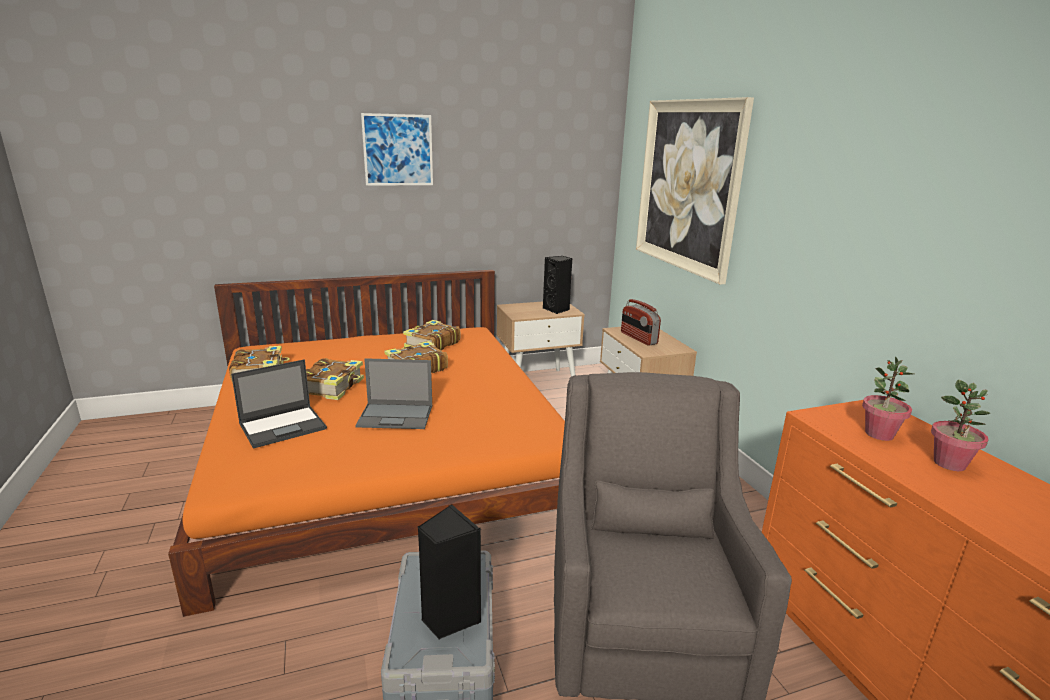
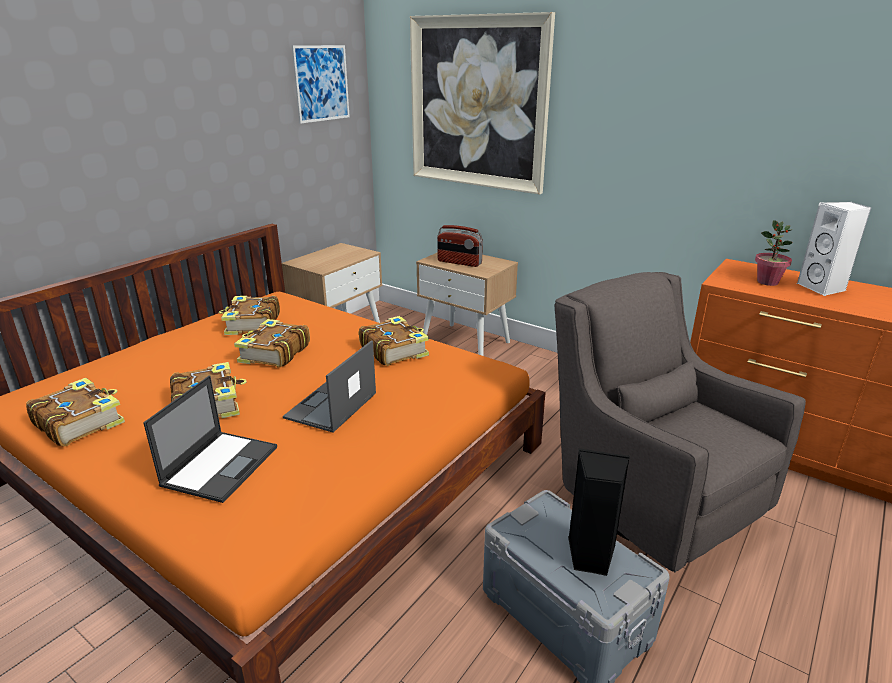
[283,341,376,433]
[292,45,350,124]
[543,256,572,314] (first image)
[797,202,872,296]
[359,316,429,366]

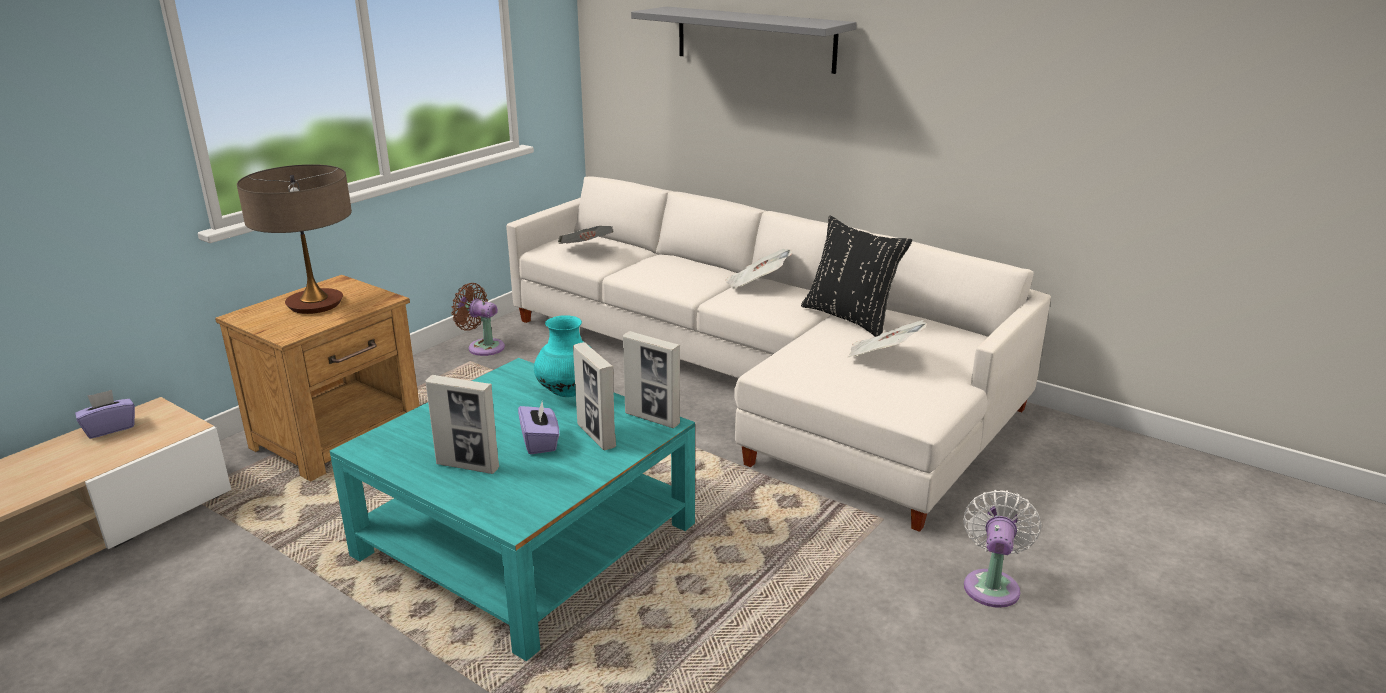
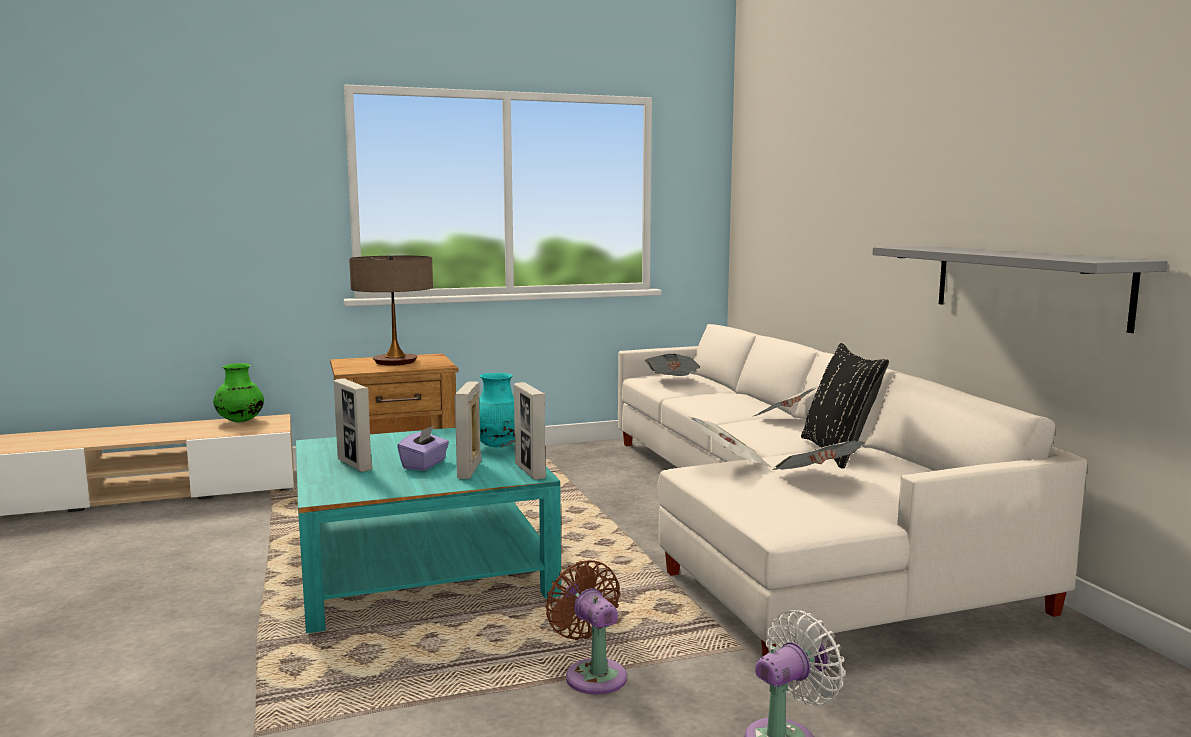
[213,363,264,423]
[545,560,627,695]
[872,246,1167,333]
[688,416,774,468]

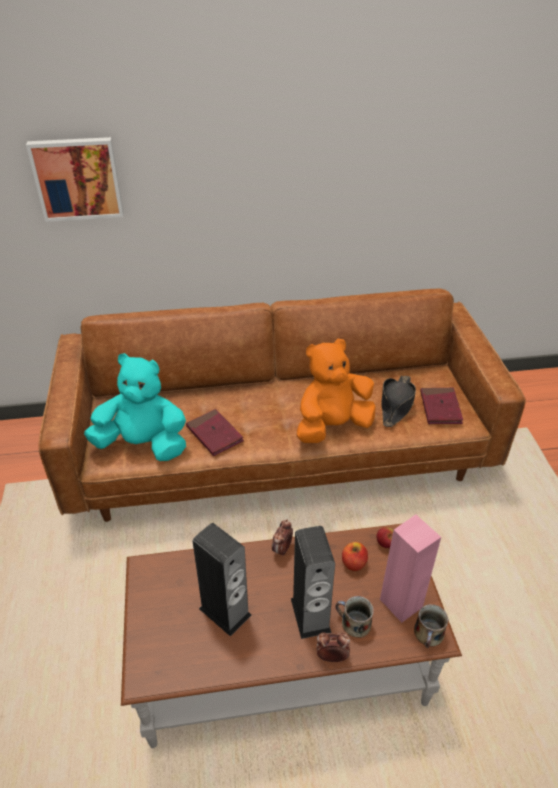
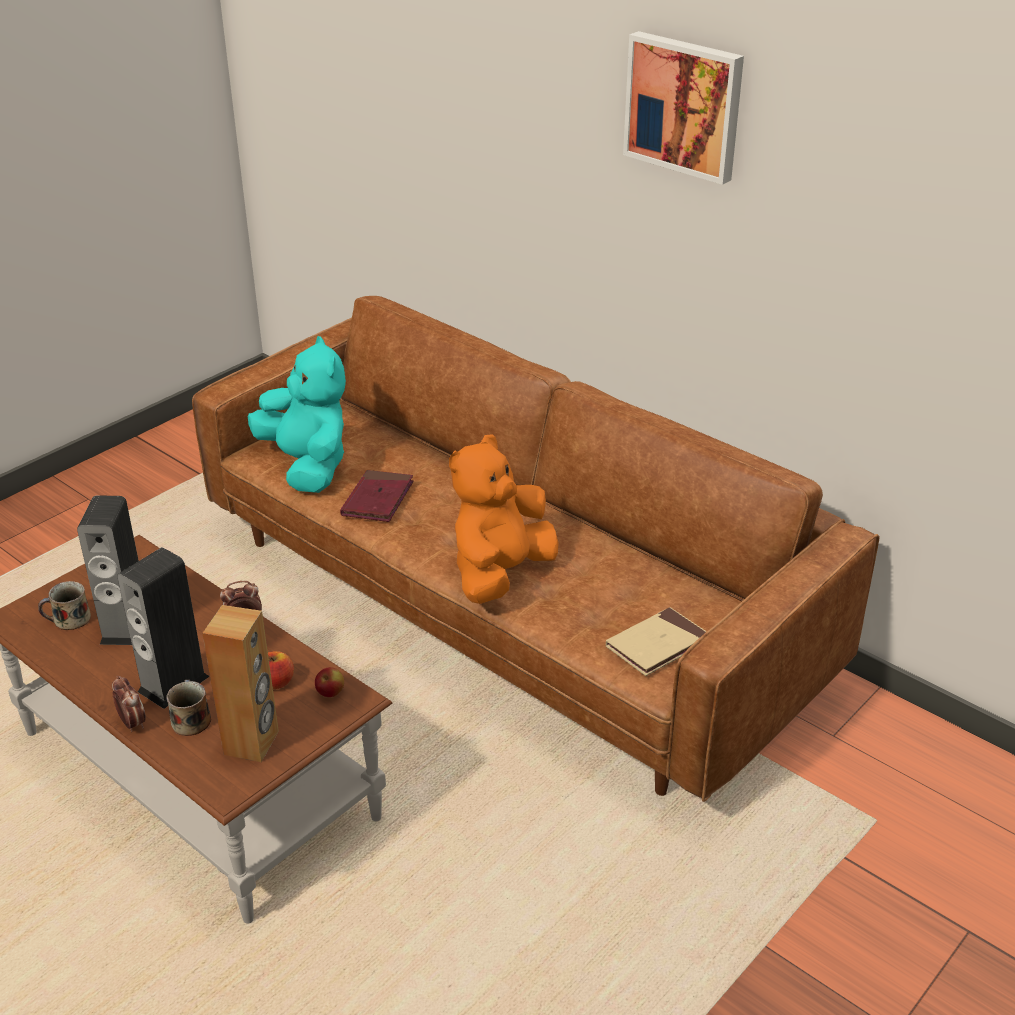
[623,31,744,185]
[449,434,559,604]
[202,605,279,762]
[381,376,416,427] (first image)
[38,581,91,630]
[606,607,707,676]

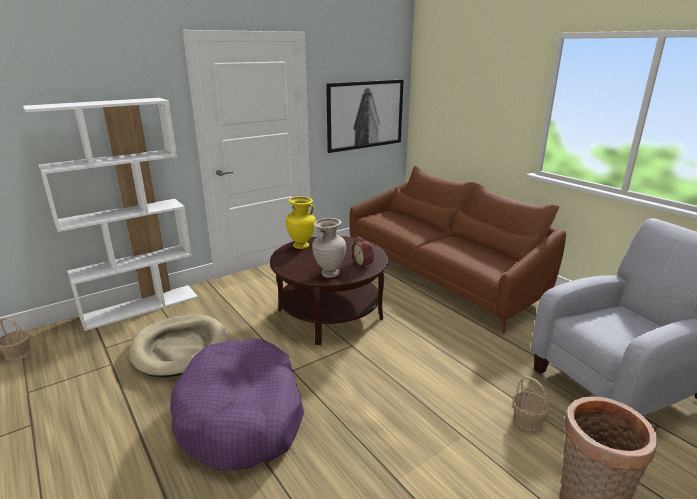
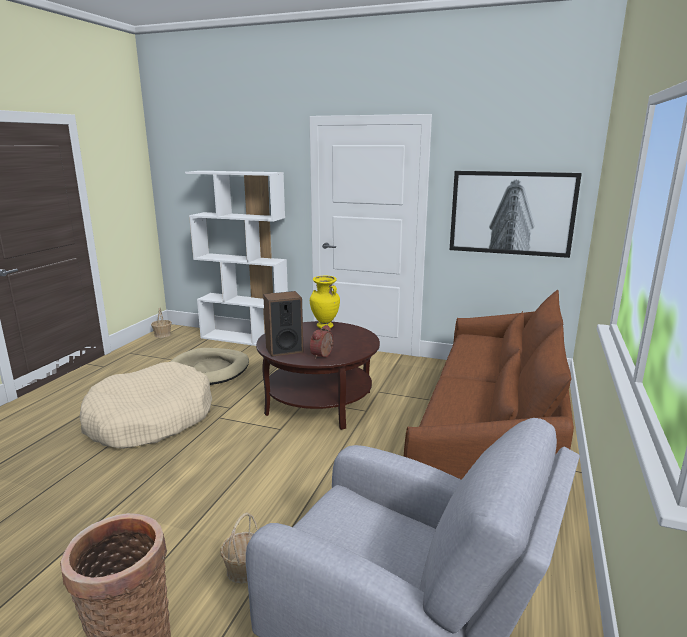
[80,362,212,449]
[263,291,304,357]

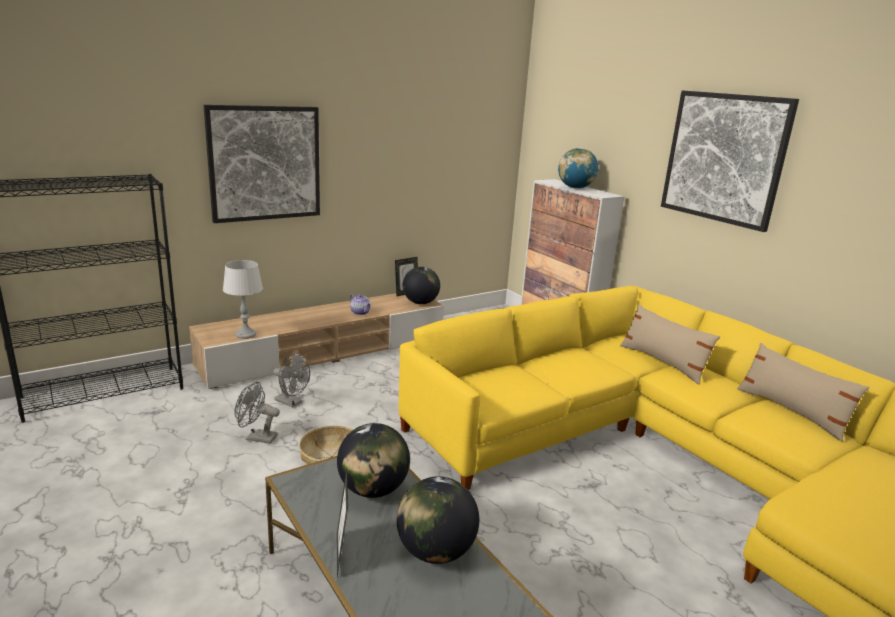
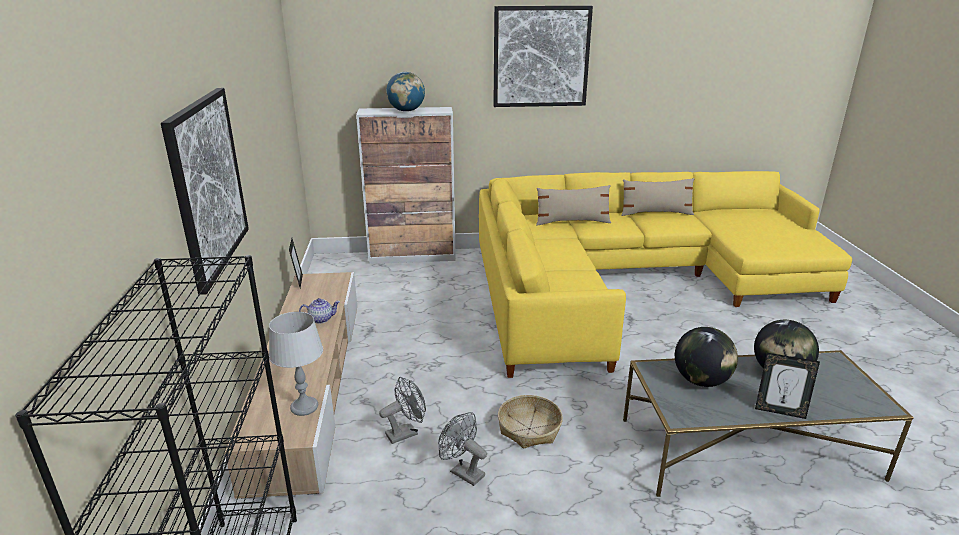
[438,412,487,486]
[403,267,440,304] (first image)

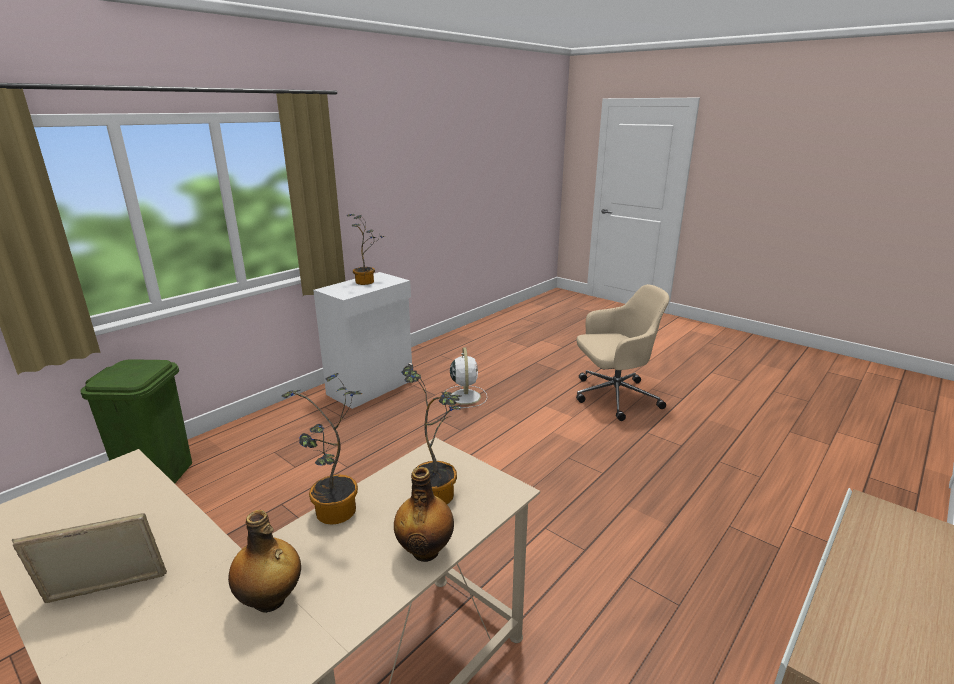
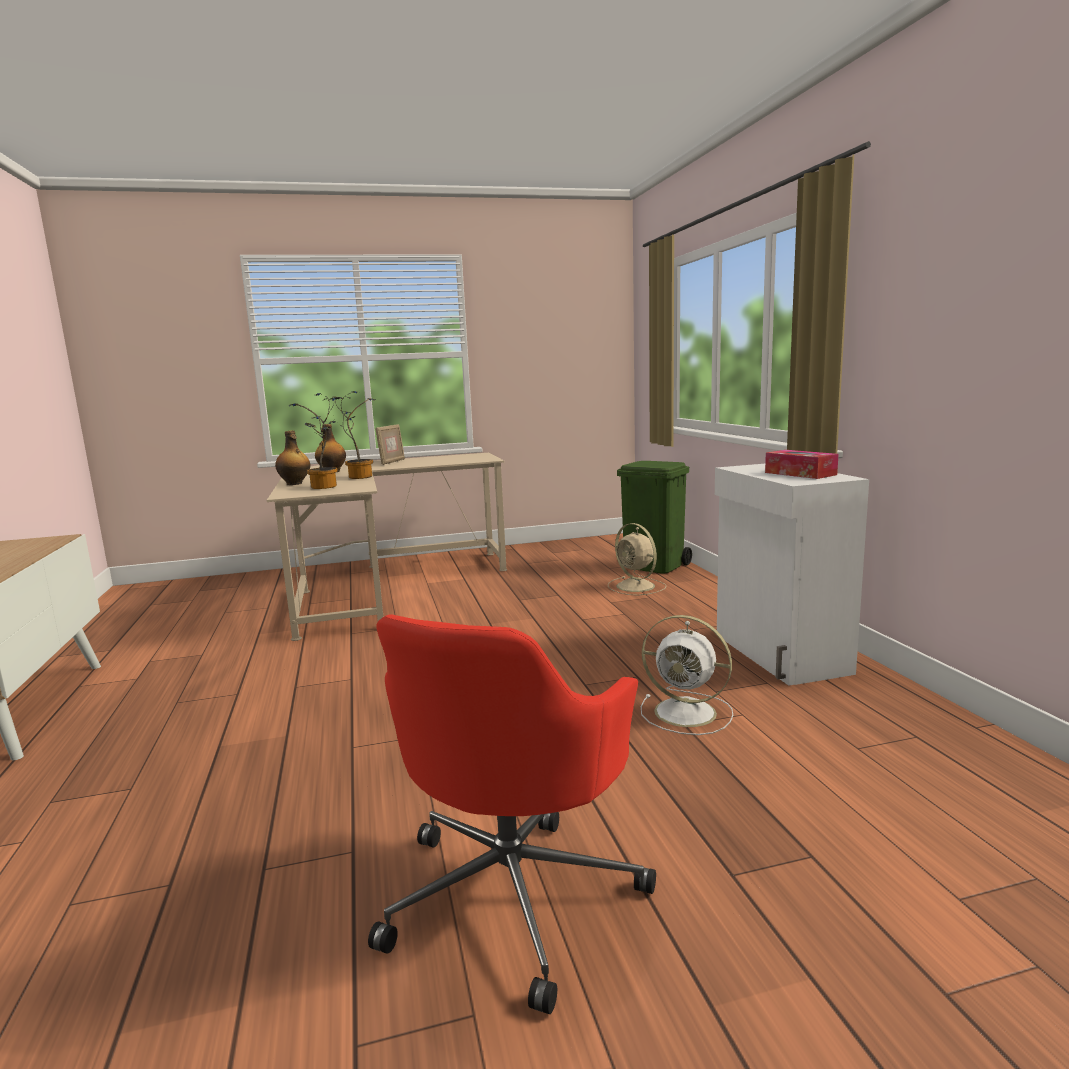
[765,450,839,479]
[368,614,656,1014]
[608,523,667,595]

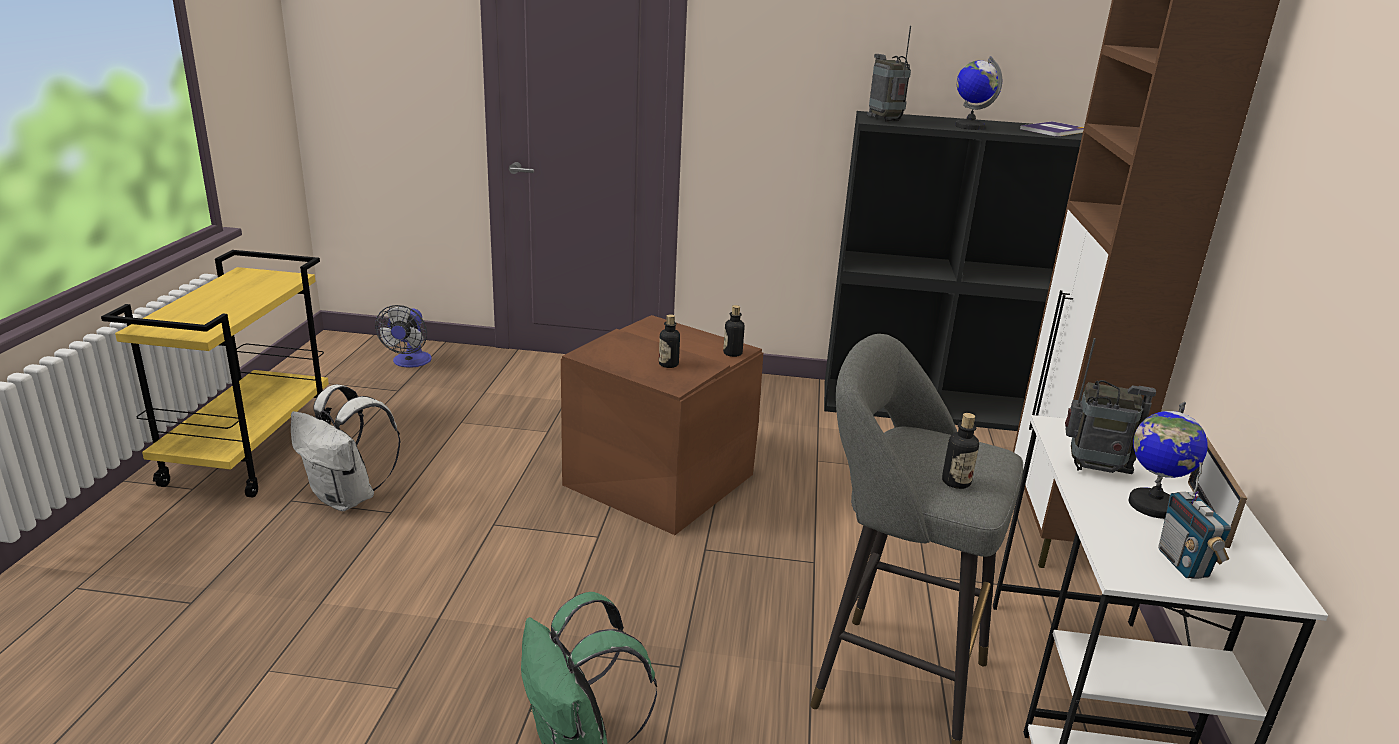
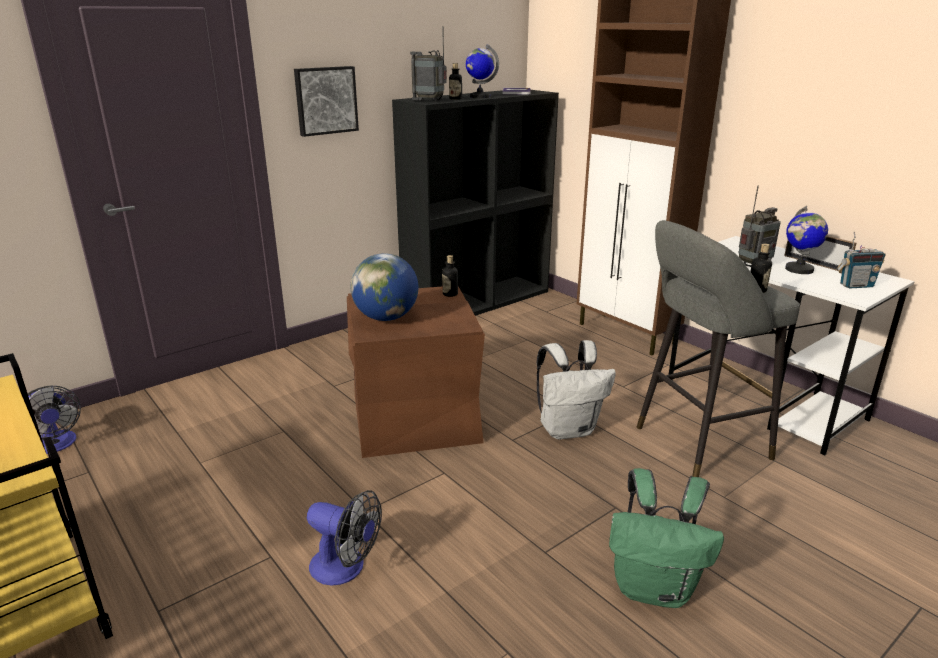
[537,340,616,440]
[449,63,462,100]
[837,231,886,289]
[294,66,359,137]
[307,490,382,585]
[351,253,418,321]

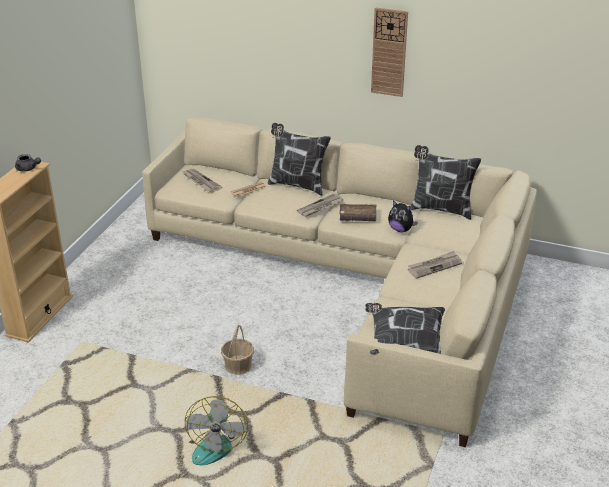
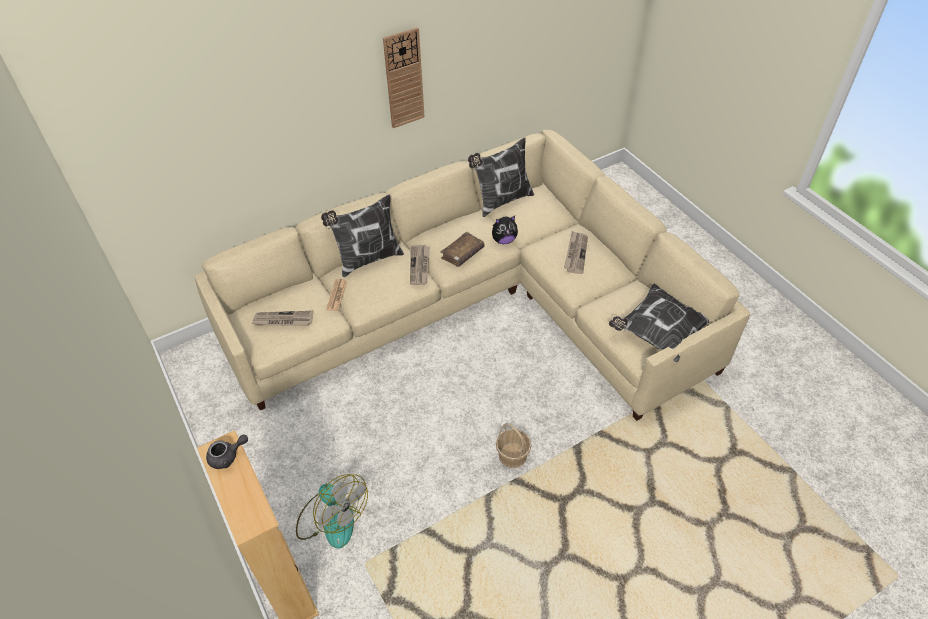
[296,474,368,549]

